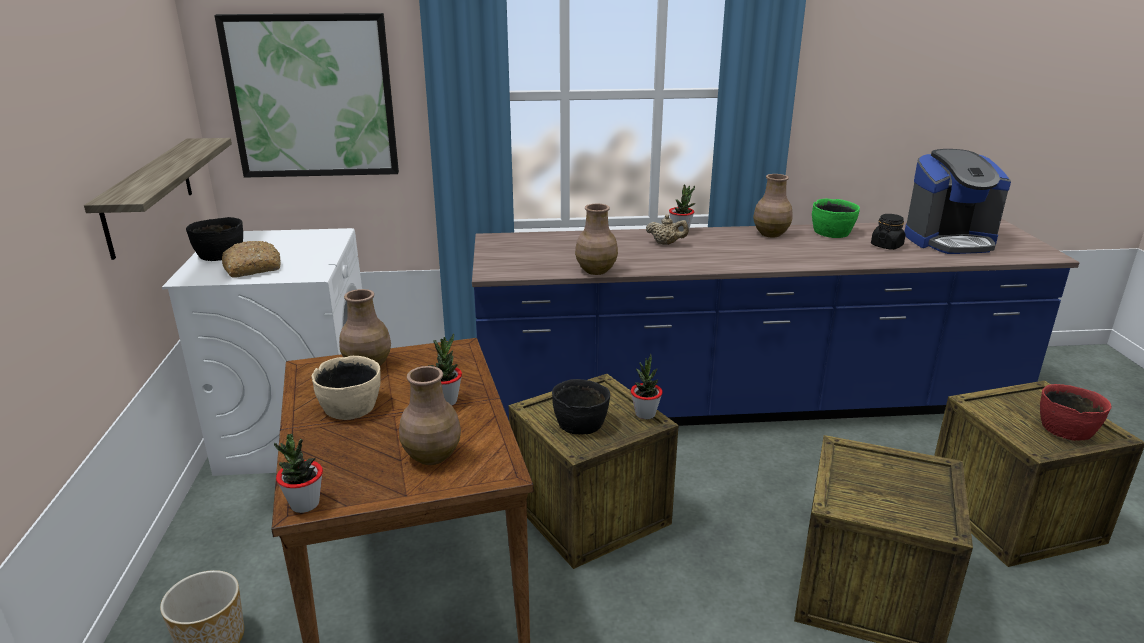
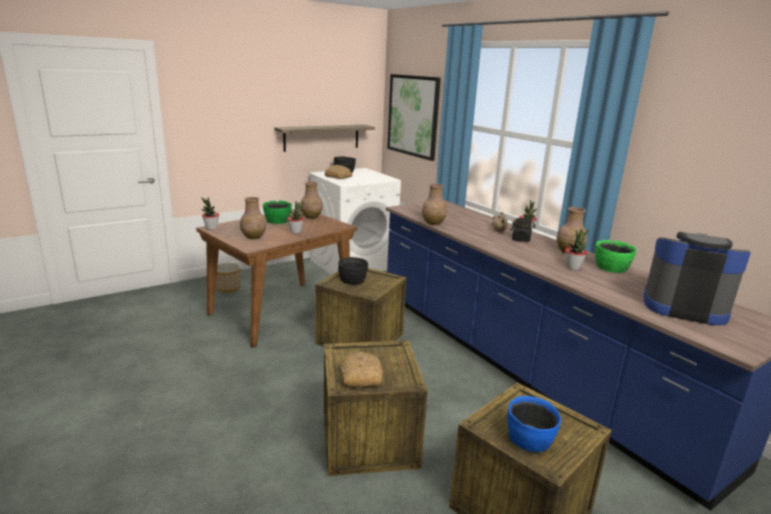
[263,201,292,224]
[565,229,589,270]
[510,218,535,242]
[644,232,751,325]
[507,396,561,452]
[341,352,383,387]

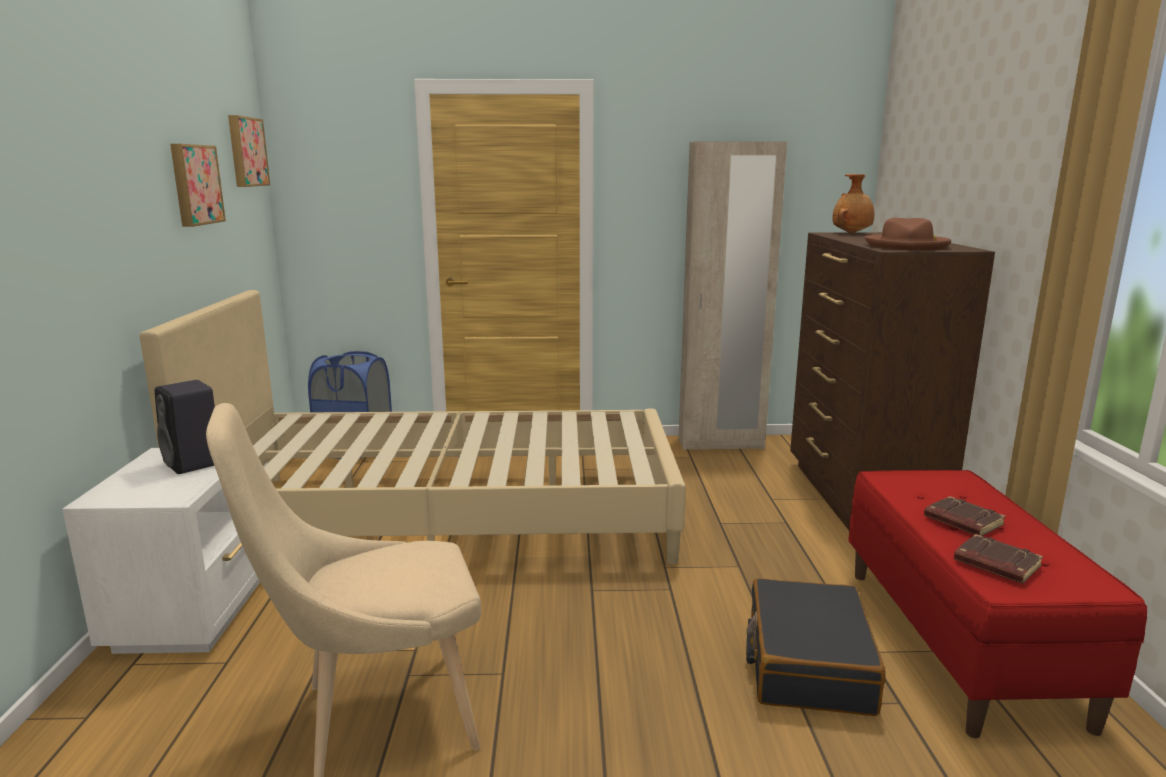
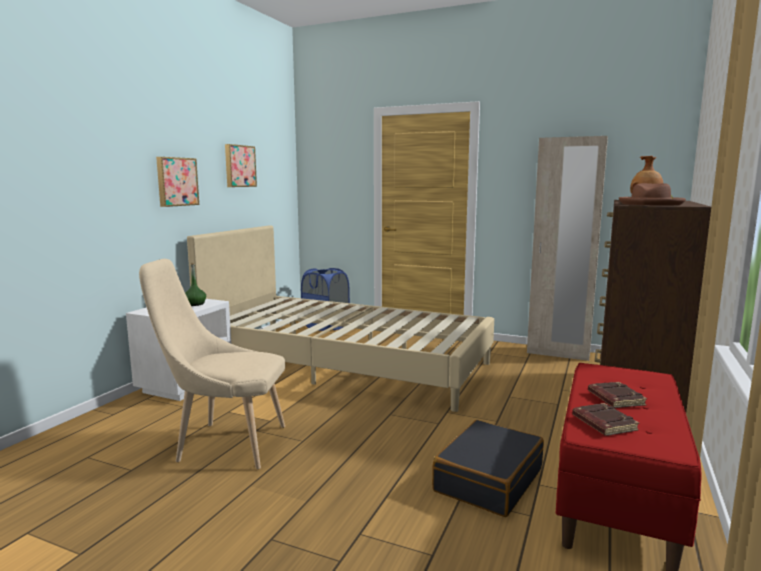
[185,263,206,306]
[156,157,199,207]

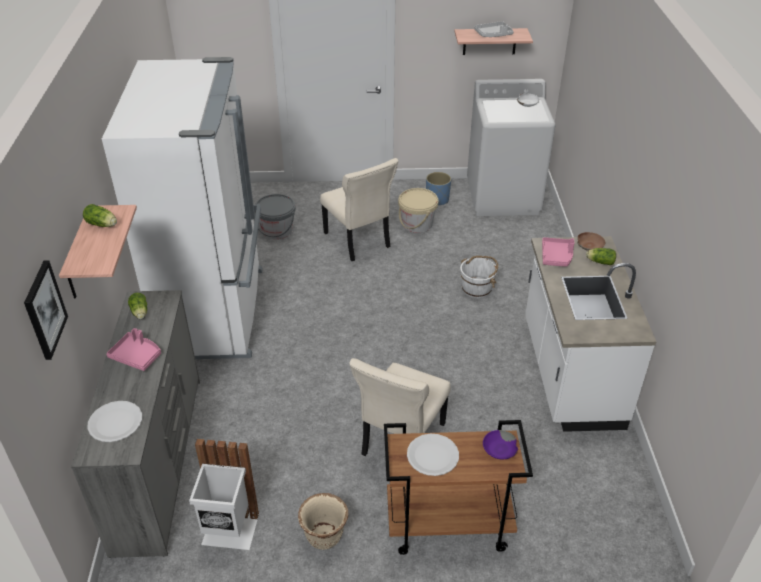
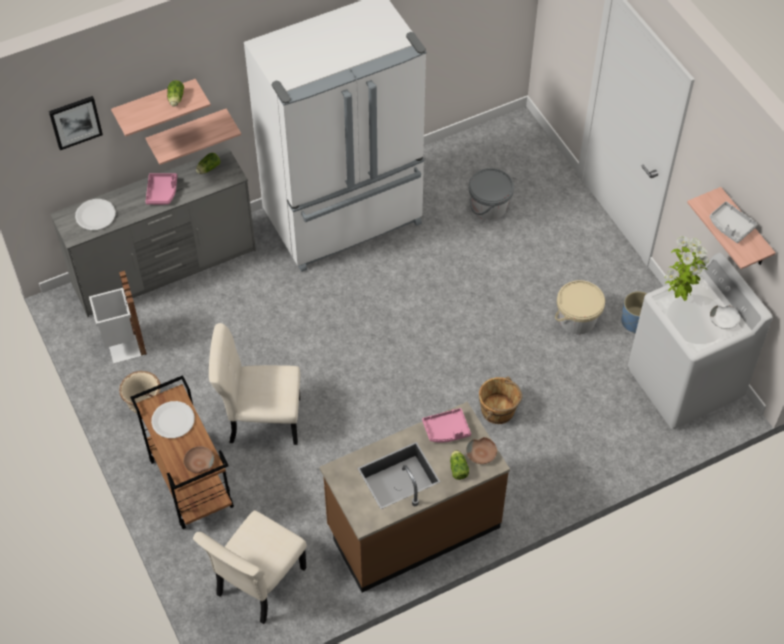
[193,510,307,624]
[479,376,522,424]
[184,446,214,473]
[319,402,510,592]
[145,109,241,165]
[665,236,709,301]

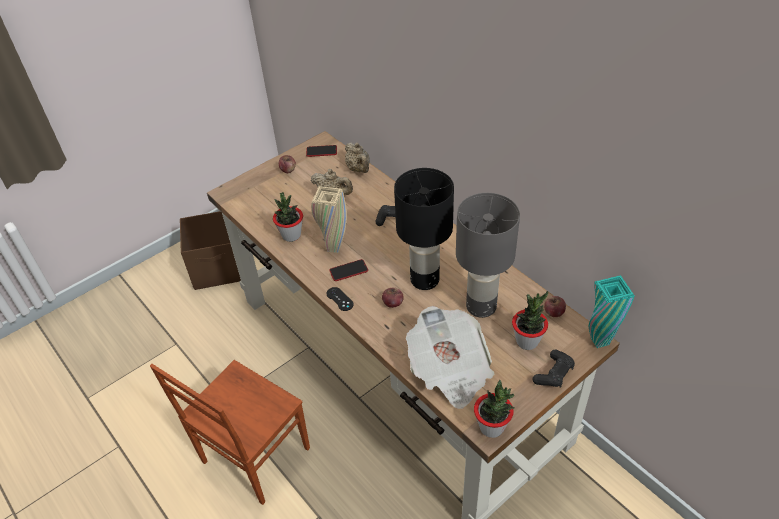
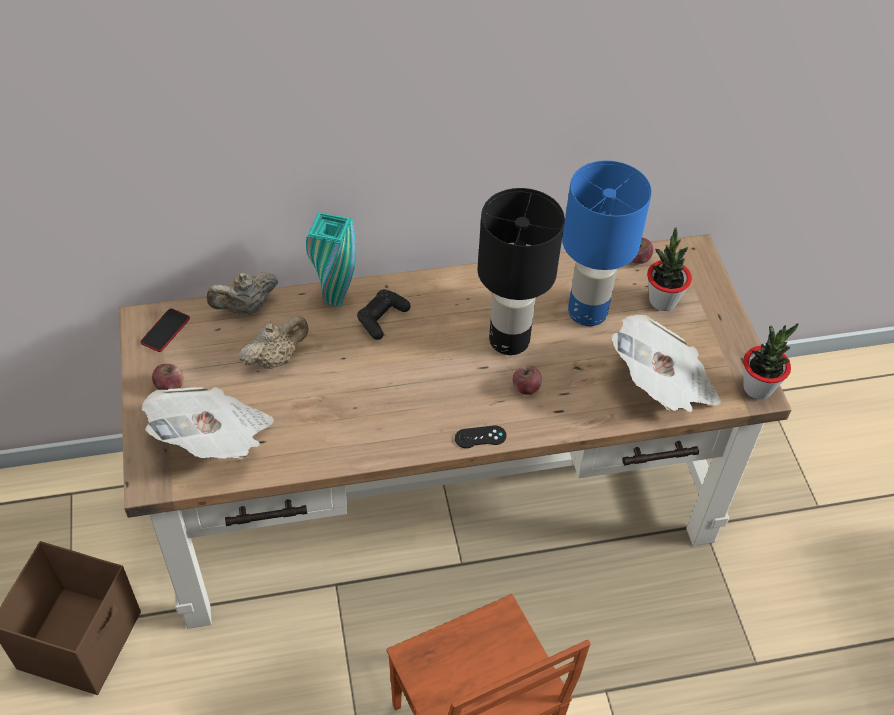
[273,192,303,242] (first image)
[311,186,347,253] (first image)
[329,259,368,281] (first image)
[207,272,278,315]
[562,160,652,326]
[532,350,575,388] (first image)
[306,212,356,307]
[142,387,274,459]

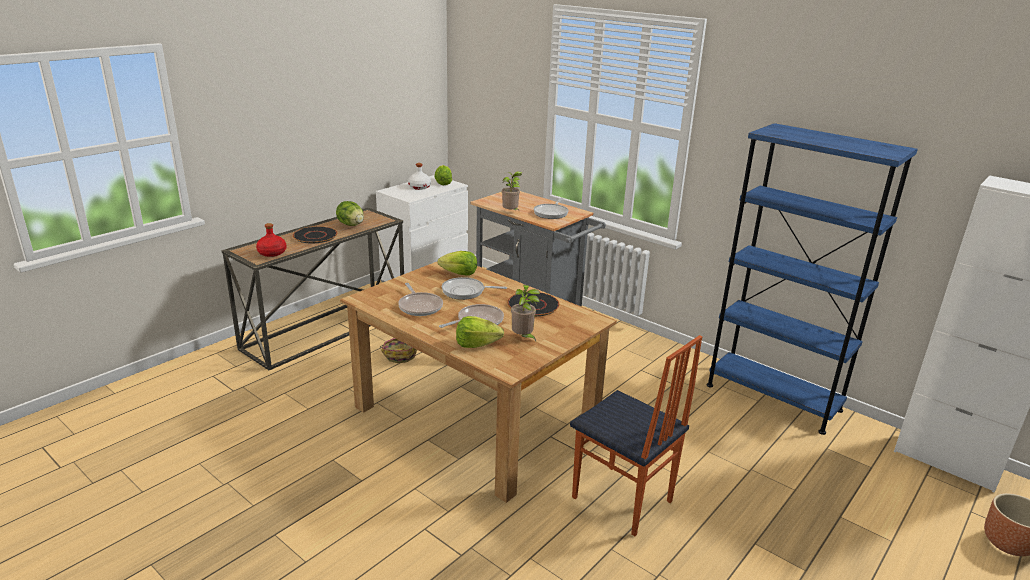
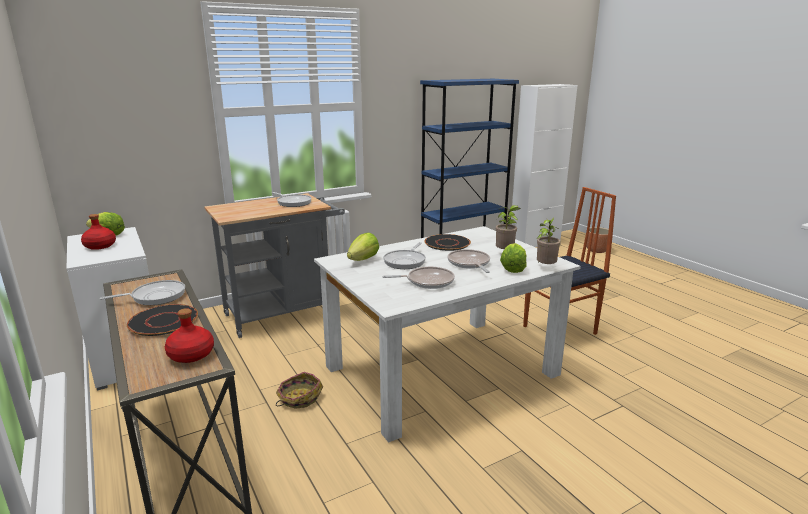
[100,280,185,305]
[314,226,581,443]
[81,214,116,250]
[537,217,561,264]

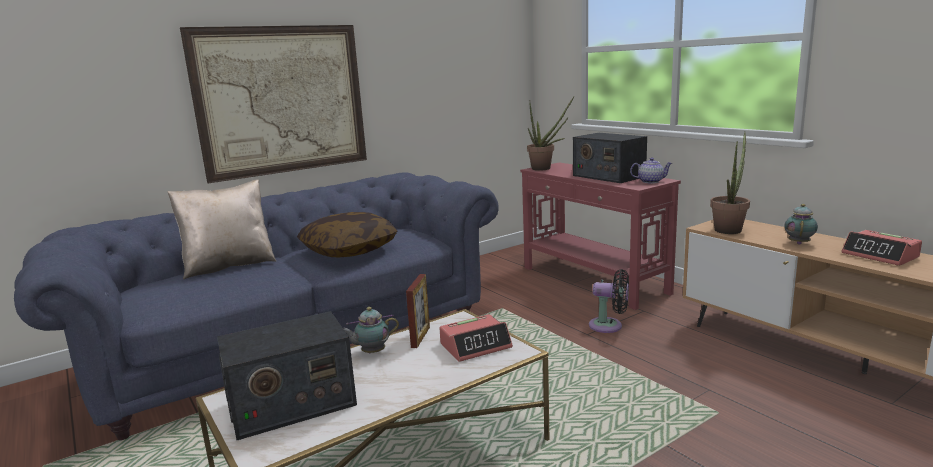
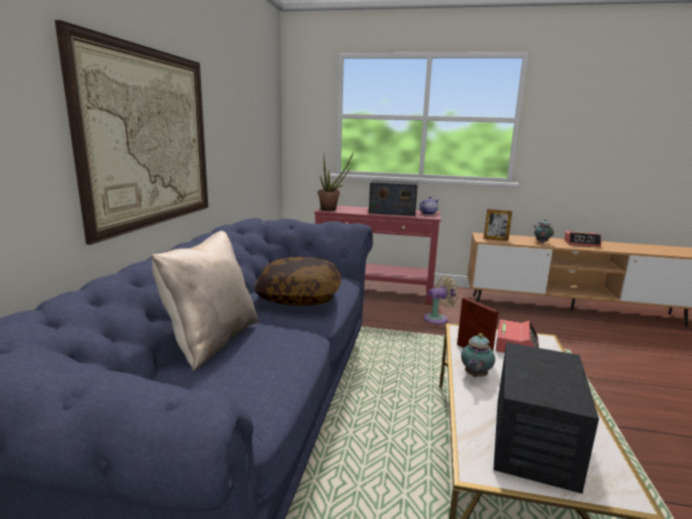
[424,276,459,324]
[484,209,512,241]

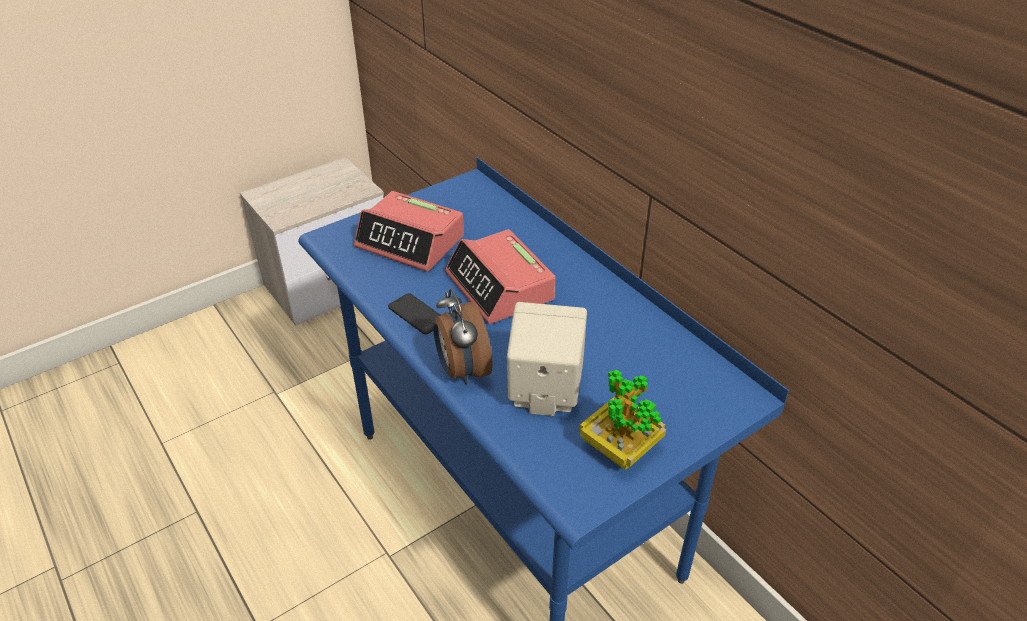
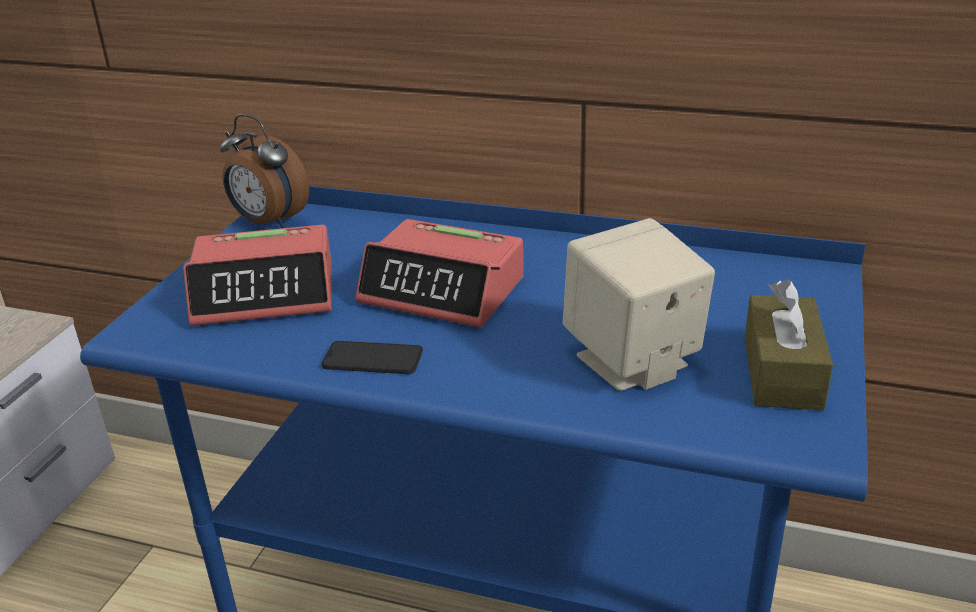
[220,114,309,228]
[745,279,833,410]

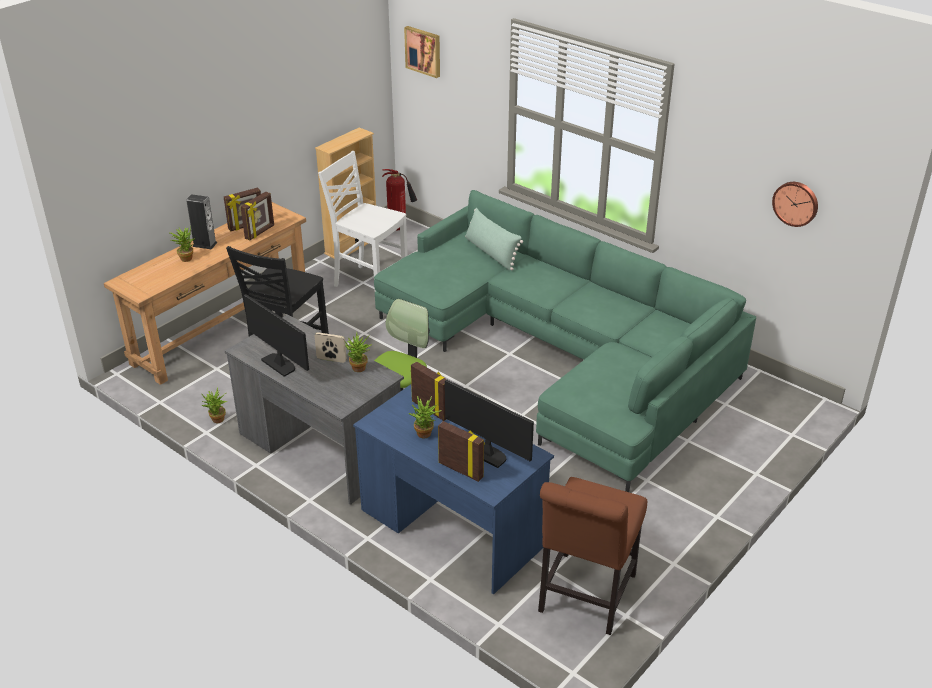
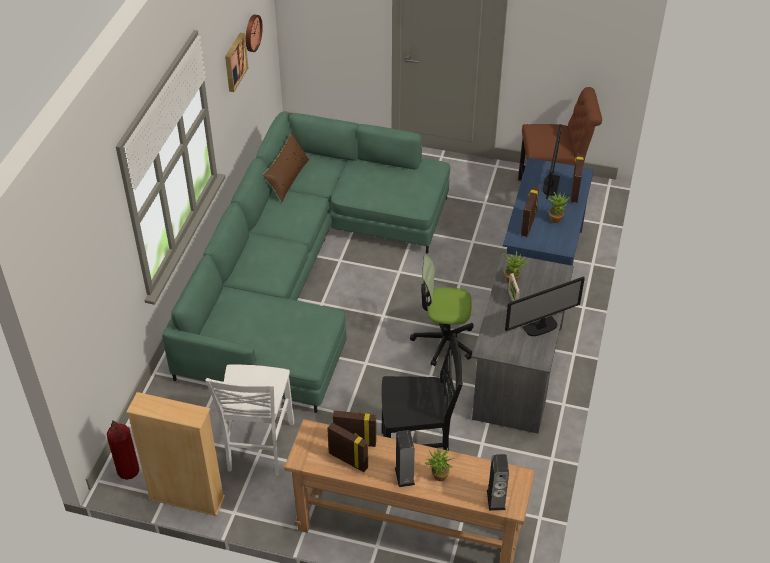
[201,387,227,423] (first image)
[505,276,585,336]
[225,33,248,92]
[465,208,523,270] (first image)
[263,132,309,203]
[487,454,509,511]

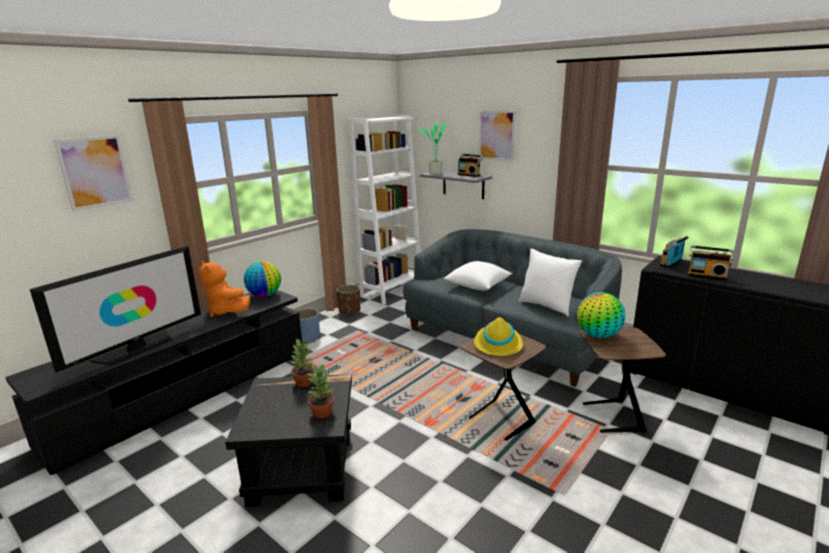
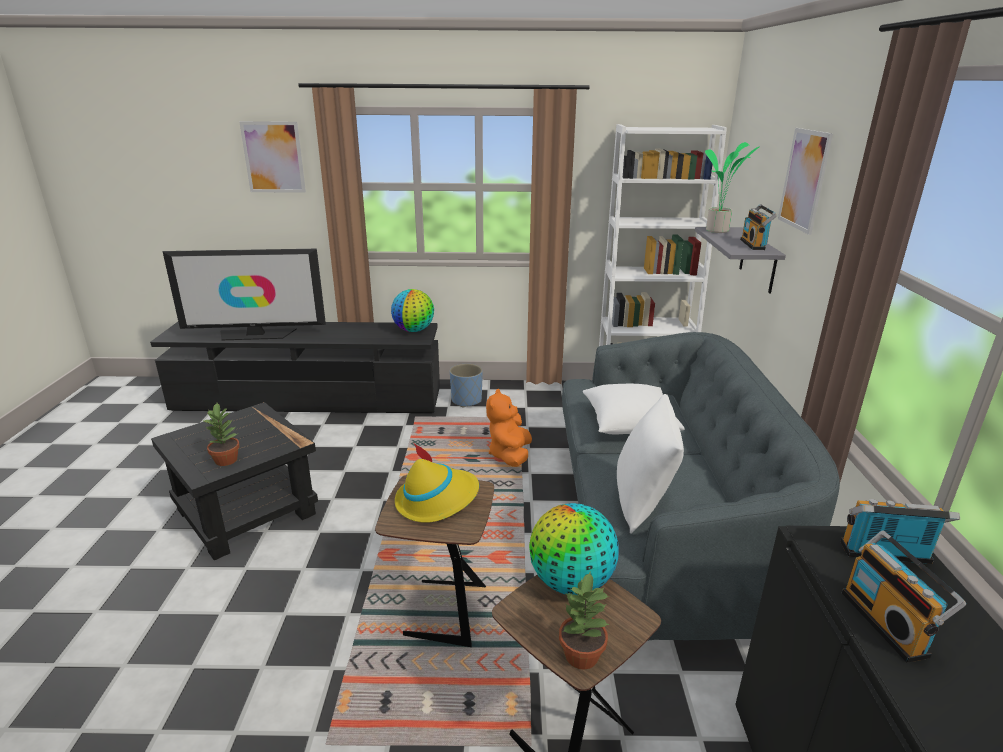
[486,389,532,467]
[559,572,610,670]
[336,285,360,315] (first image)

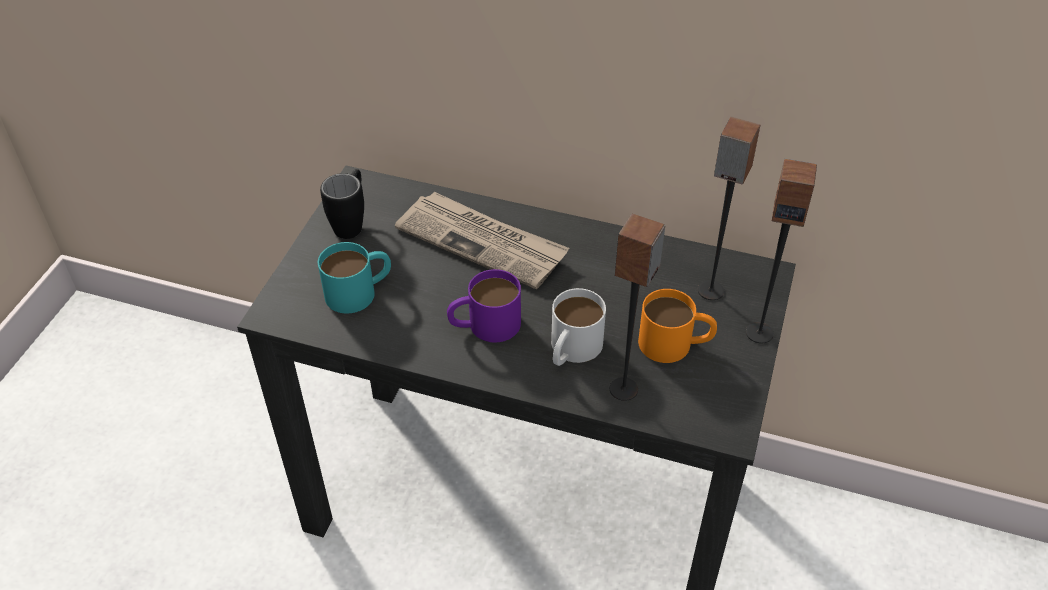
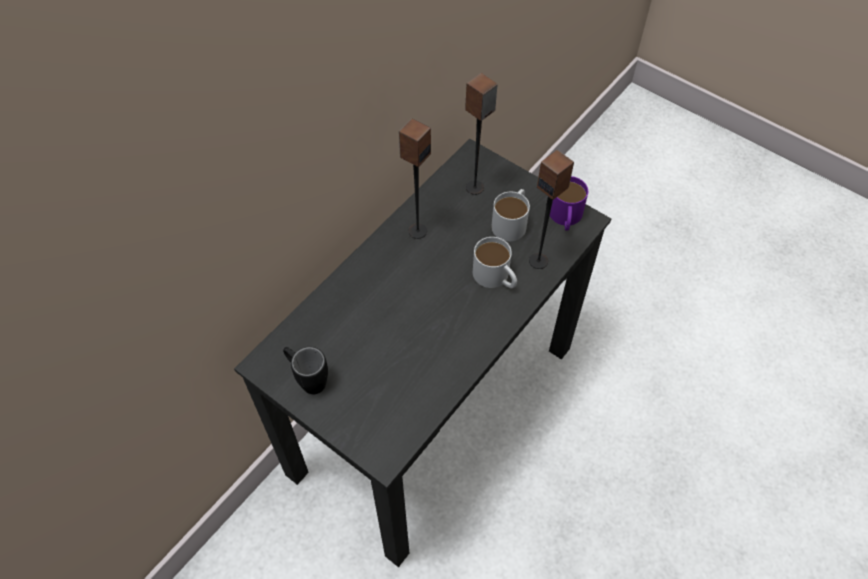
[318,242,391,313] (first image)
[395,192,569,289] (first image)
[550,176,588,231]
[491,189,530,241]
[399,118,431,239]

